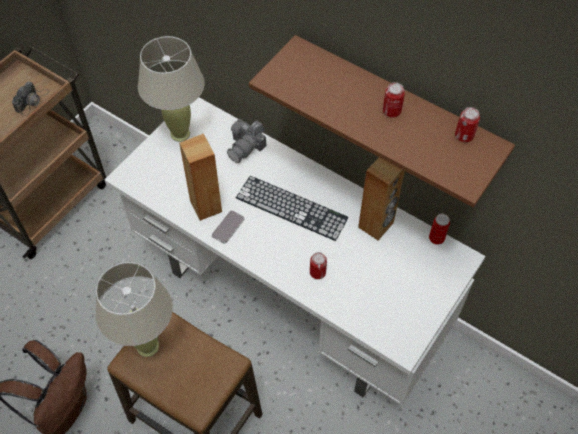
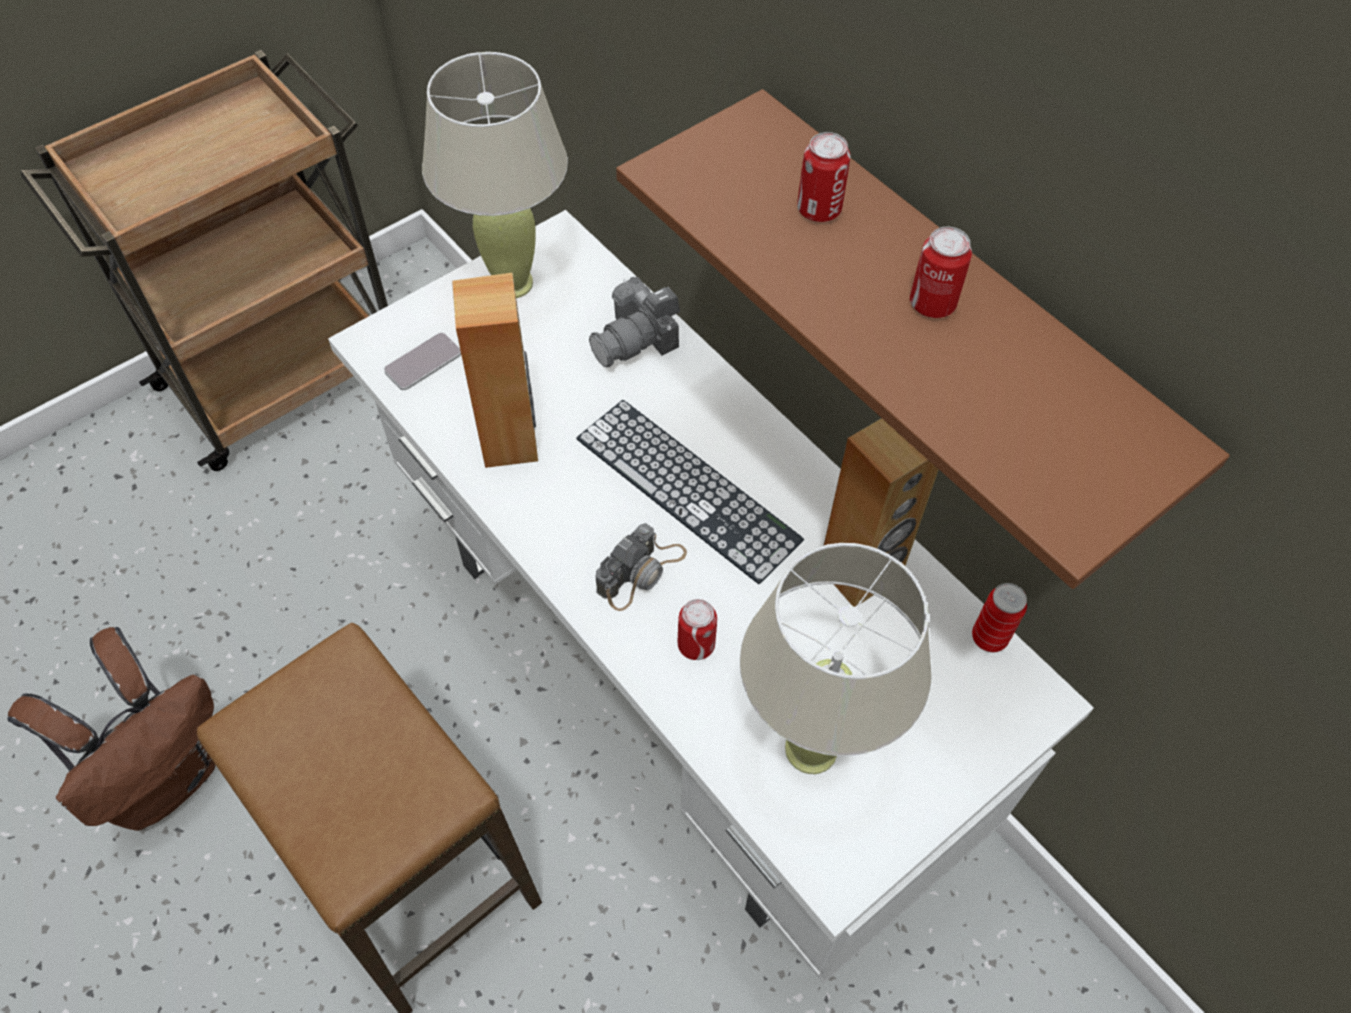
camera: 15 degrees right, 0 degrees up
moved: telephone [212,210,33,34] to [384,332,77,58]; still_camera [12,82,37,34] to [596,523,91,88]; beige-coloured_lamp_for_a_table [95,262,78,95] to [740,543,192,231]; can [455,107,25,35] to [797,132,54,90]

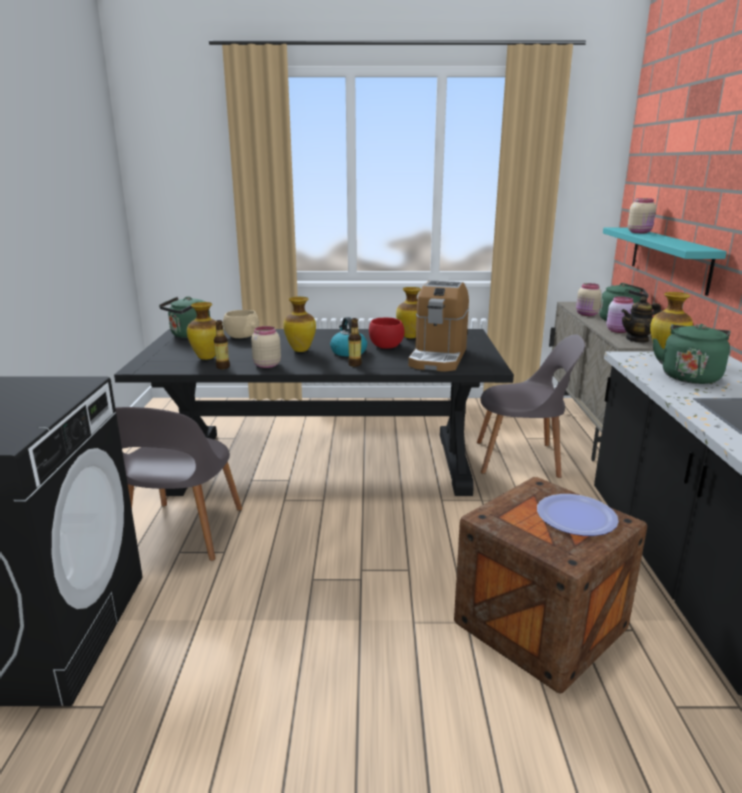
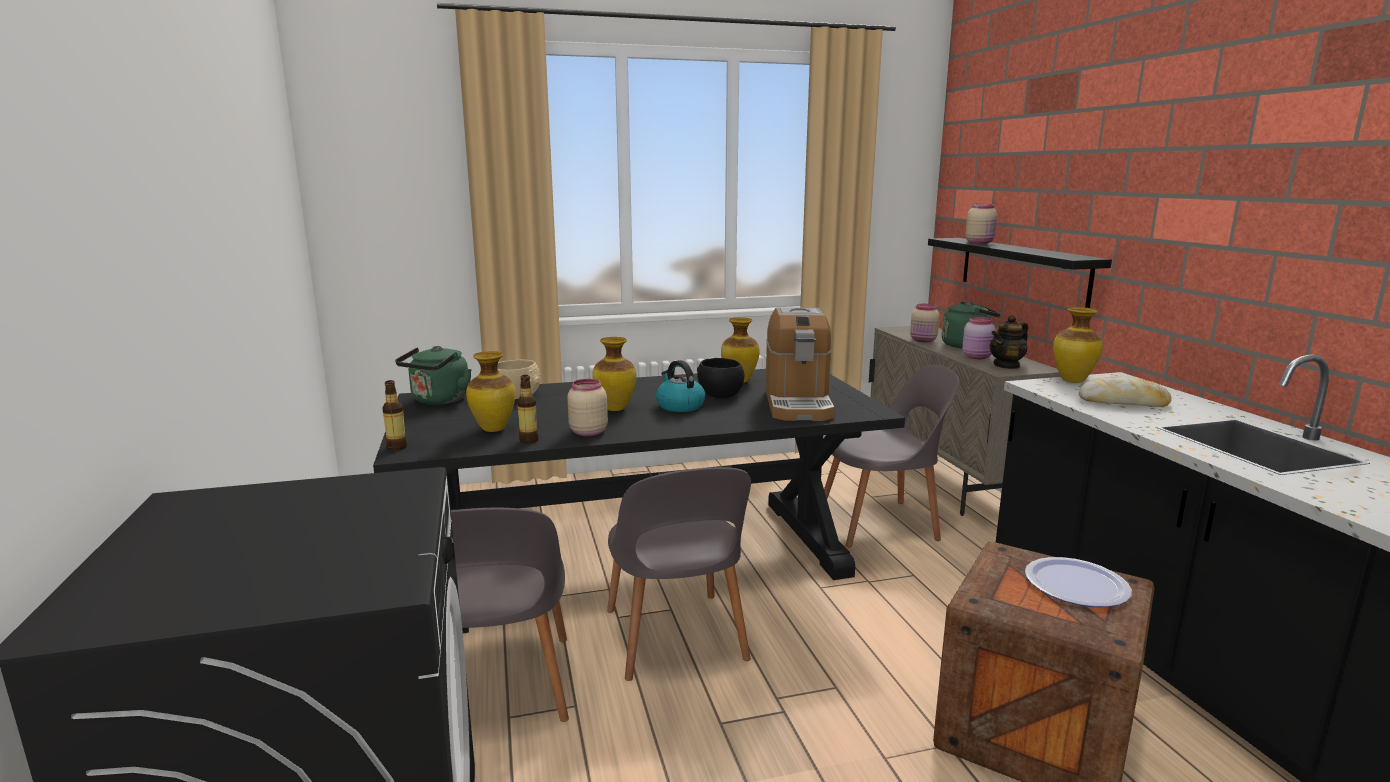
camera: 15 degrees left, 5 degrees down
added: greyish_upright_chair [607,467,144,214]
moved: drink_bottle [348,318,14,49] to [382,380,25,70]
replaced: greenish_water_kettle [652,324,78,60] to baked_bread [1079,377,93,30]
recoloured: red_deep_dish [369,317,36,32] to blackish_deep_dish [697,358,47,40]; turquoise_shelf [603,228,124,68] to blackish_shelf [928,238,184,70]

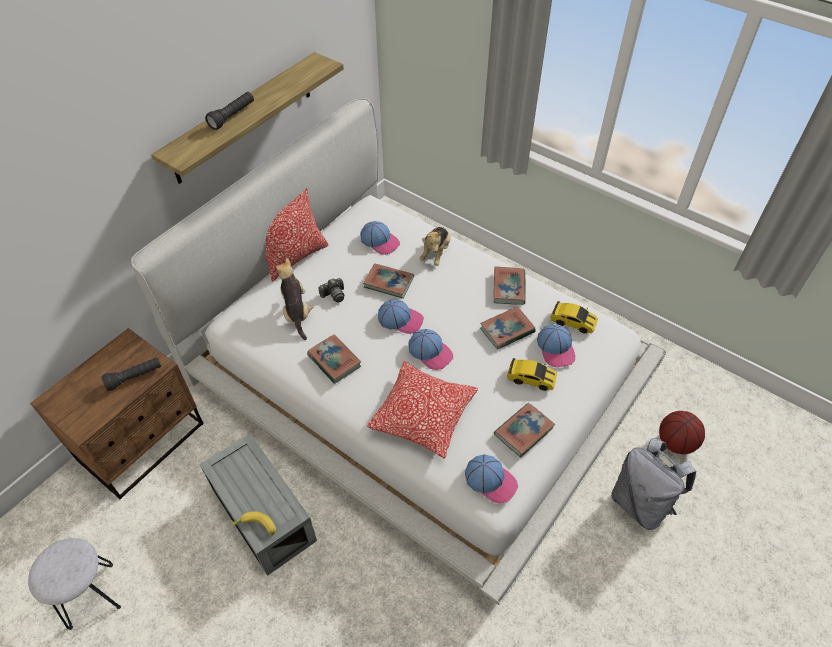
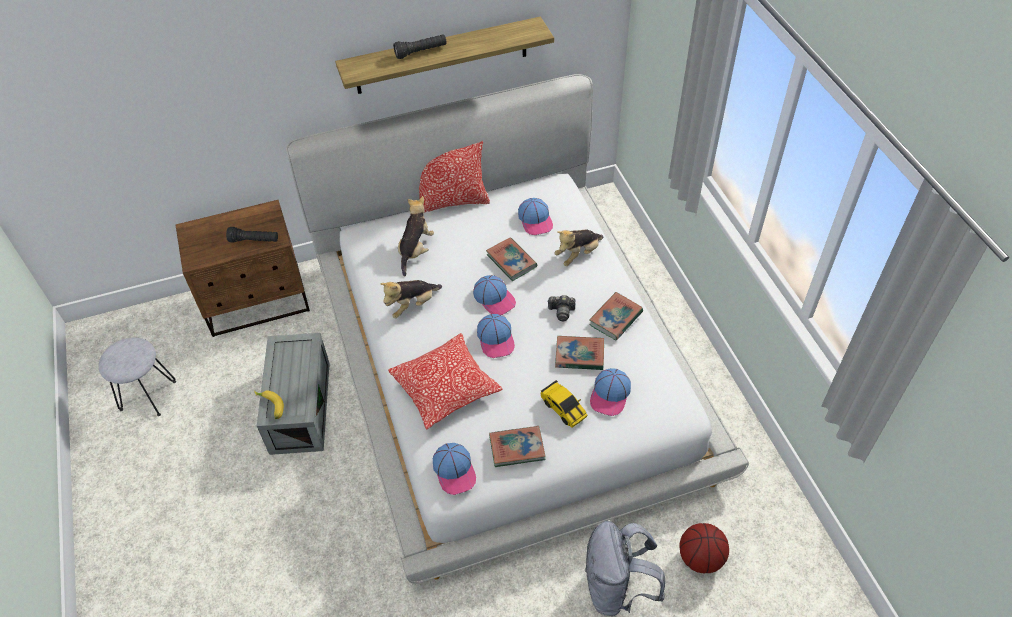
camera: 35 degrees right, 0 degrees up
removed: toy_car [550,301,48,33]
moved: still_camera [319,278,25,25] to [547,295,28,26]
replaced: bound_book [307,334,54,50] to plush_toy [380,280,62,38]

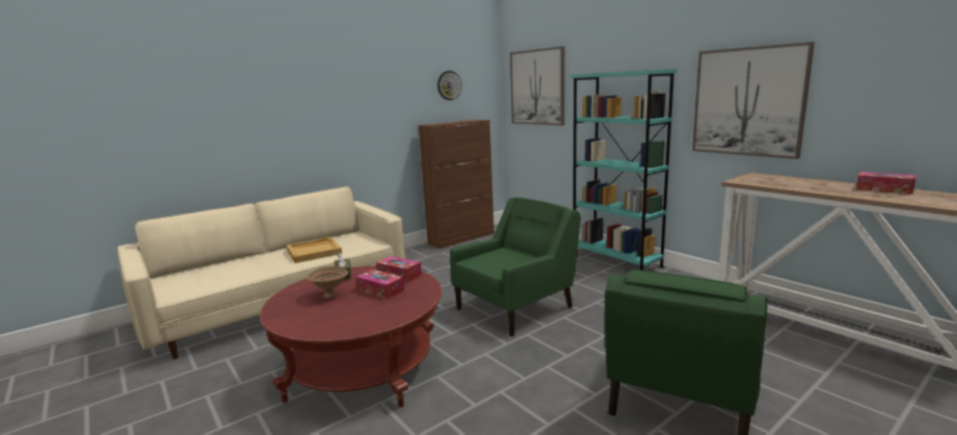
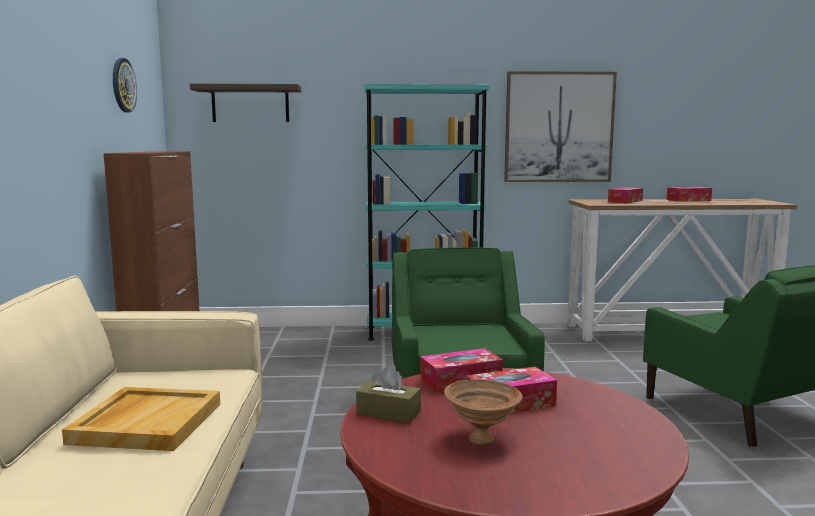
camera: 55 degrees left, 5 degrees down
added: tissue_box [608,187,35,16]
replaced: picture [510,46,55,79] to shelf [190,84,111,38]

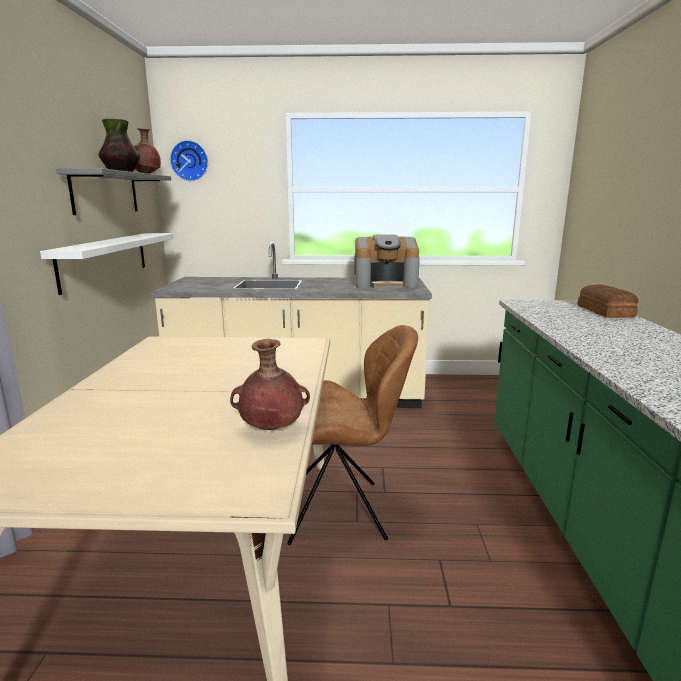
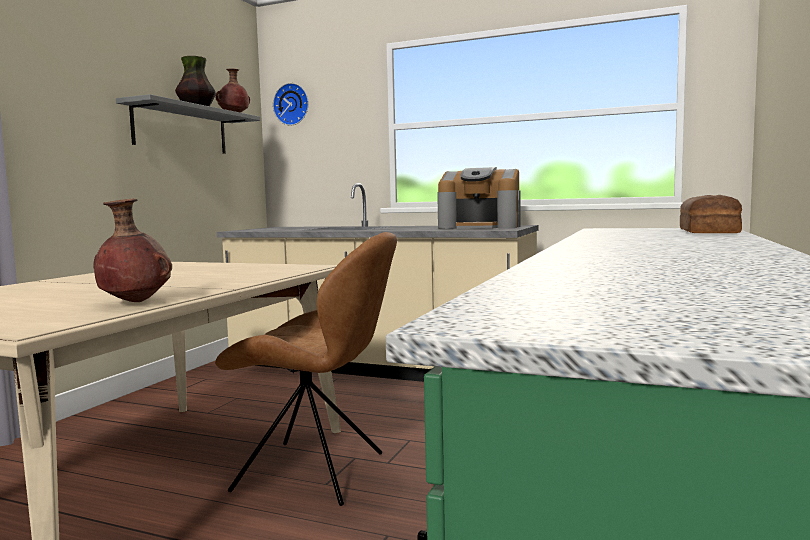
camera: 20 degrees right, 10 degrees down
removed: whitish_shelf [40,233,134,62]

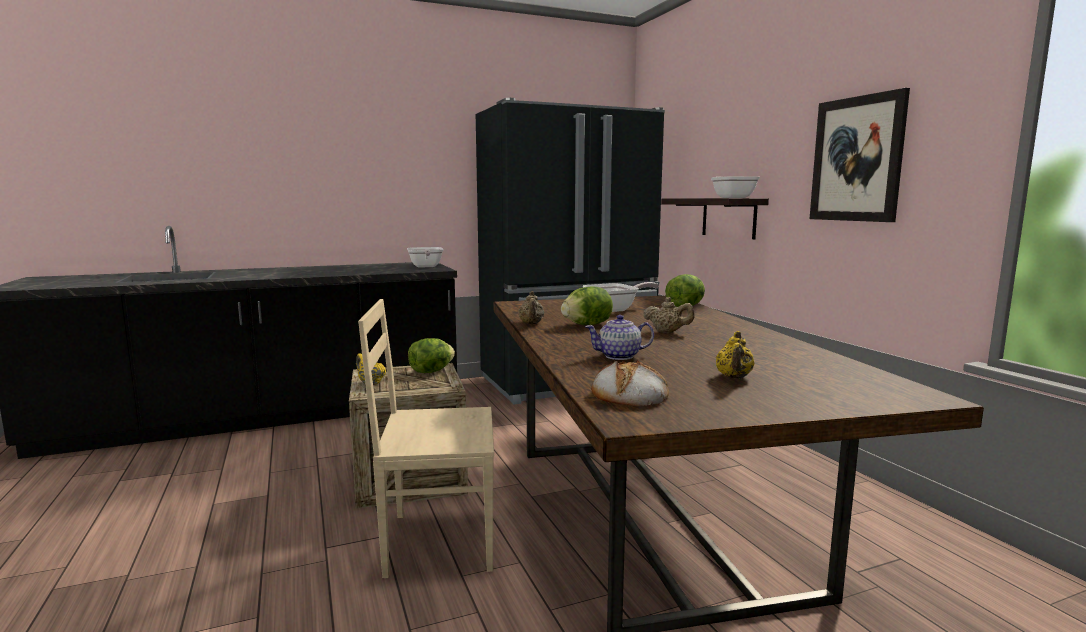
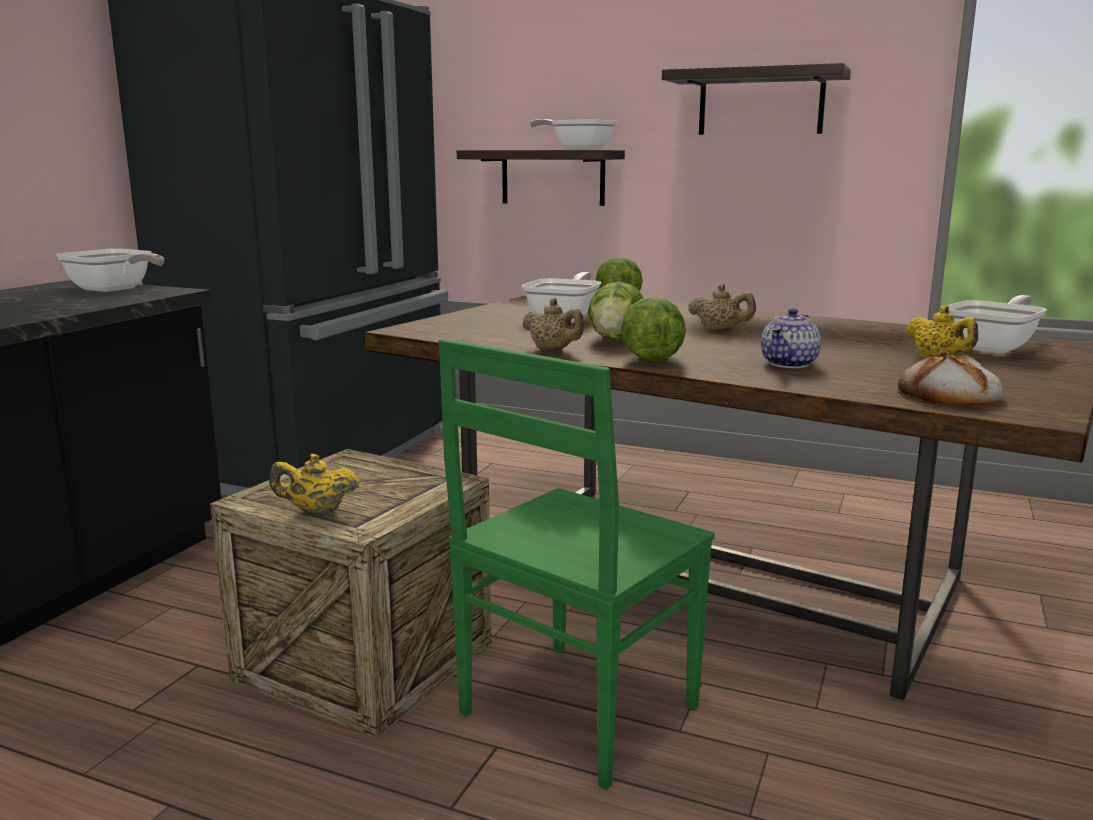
camera: 45 degrees left, 5 degrees up
added: frying_pan [947,295,100,59]
moved: lettuce [408,338,47,35] to [621,297,65,64]
replaced: picture [809,88,101,134] to shelf [662,63,189,72]
recoloured: beige-coloured_upright_chair [358,299,136,279] to greenish_upright_chair [438,338,277,452]
turned: beige-coloured_tea_pot [643,297,52,36] = [688,284,68,48] 45 degrees clockwise

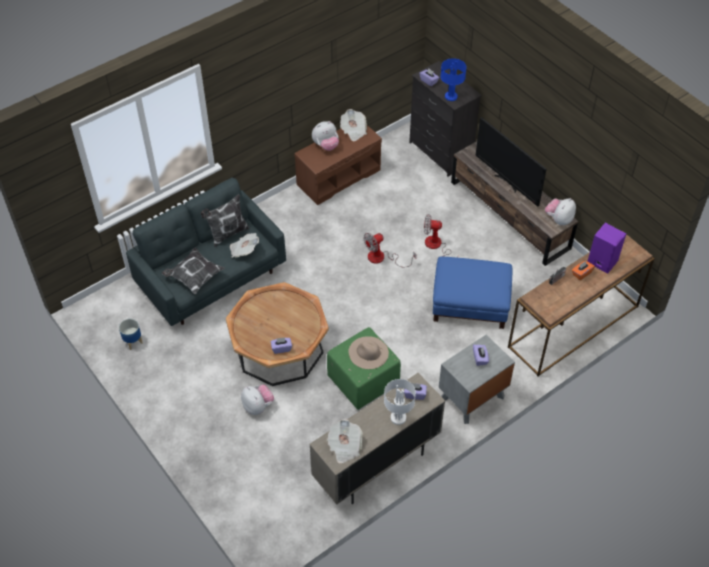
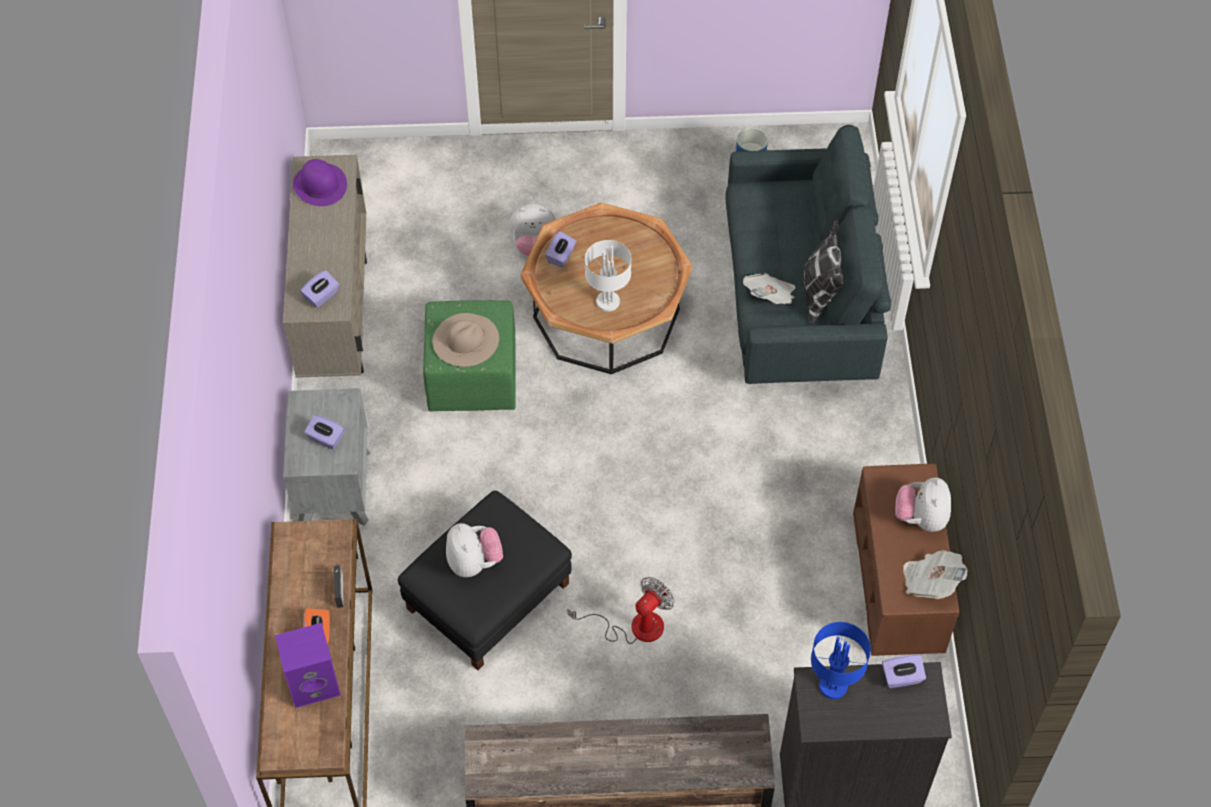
camera: 125 degrees right, 5 degrees up
removed: pillow [162,247,63,47]; electric_fan [364,233,52,34]; television [475,117,72,90]
moved: plush_toy [545,198,31,27] to [446,523,57,54]; whitish_lamp_for_a_table [384,379,32,46] to [585,240,46,72]
replaced: printed_paper [327,419,36,45] to purple-coloured_wearable_hat [293,159,54,47]
recoloured: blue_pouffe [433,256,79,73] to blackish_pouffe [398,491,174,179]

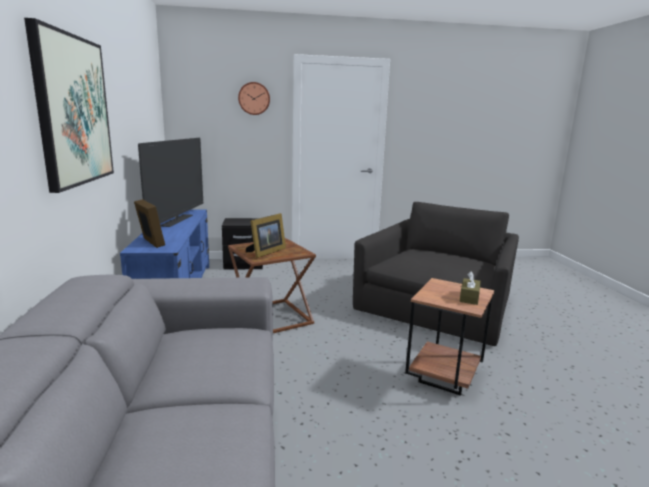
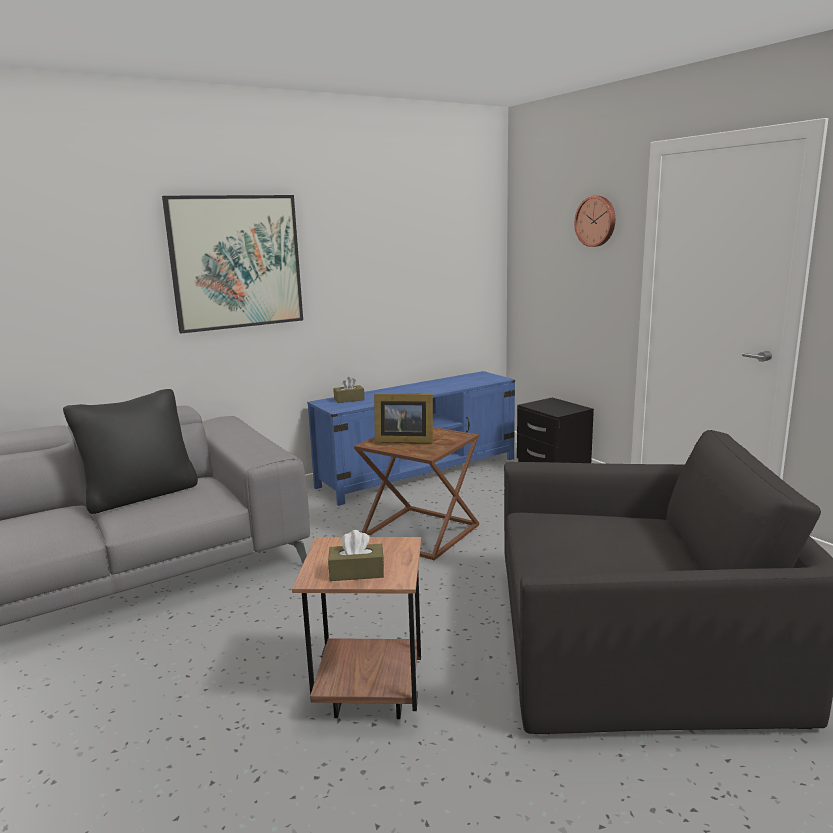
camera: 65 degrees right, 0 degrees up
removed: television [138,138,65,89]
added: blackish_pillow [63,389,135,125]
replaced: photo_frame [134,199,31,49] to brown-coloured_tissue_box [333,377,32,26]

